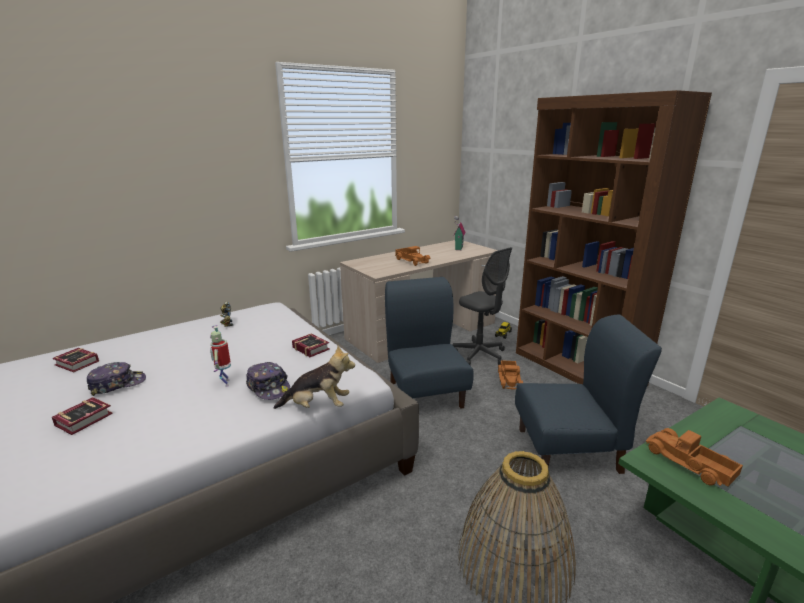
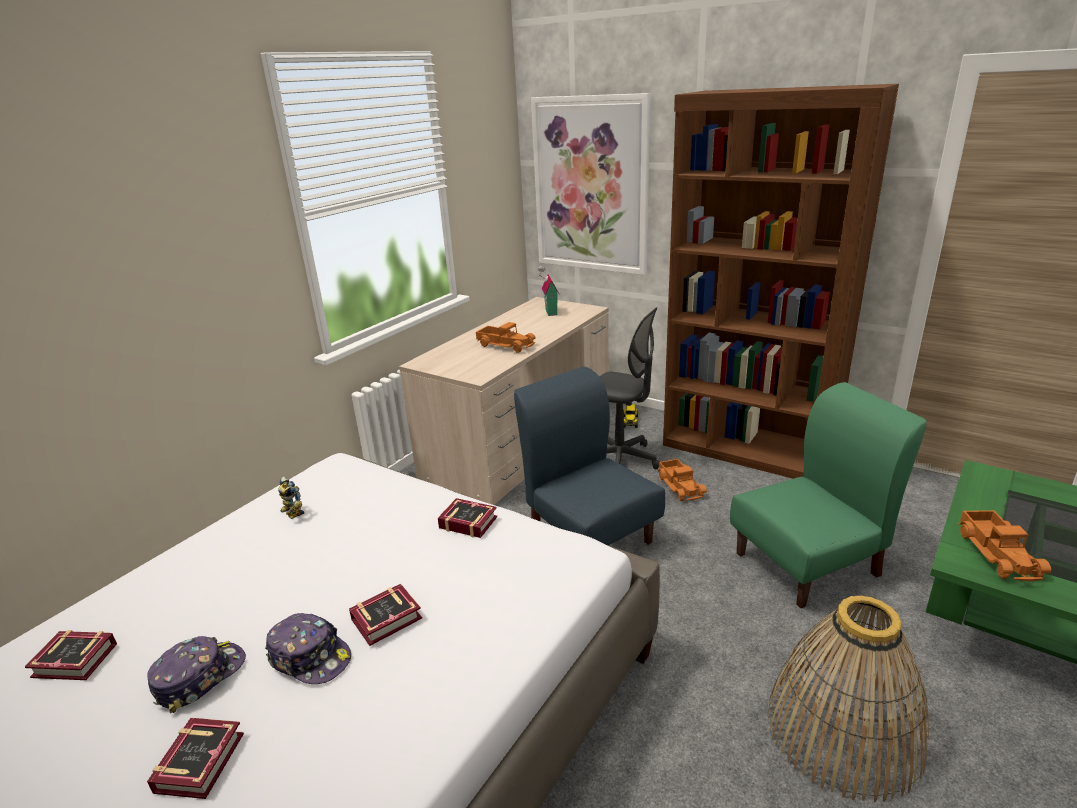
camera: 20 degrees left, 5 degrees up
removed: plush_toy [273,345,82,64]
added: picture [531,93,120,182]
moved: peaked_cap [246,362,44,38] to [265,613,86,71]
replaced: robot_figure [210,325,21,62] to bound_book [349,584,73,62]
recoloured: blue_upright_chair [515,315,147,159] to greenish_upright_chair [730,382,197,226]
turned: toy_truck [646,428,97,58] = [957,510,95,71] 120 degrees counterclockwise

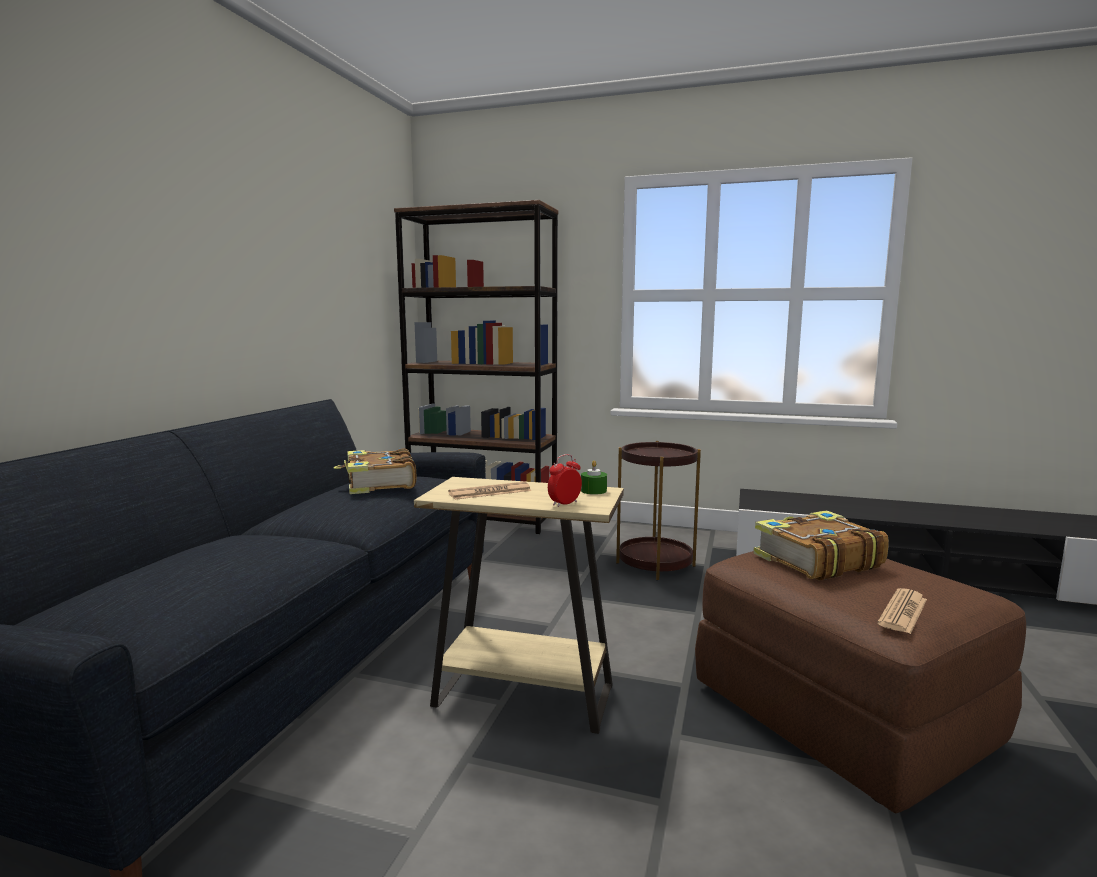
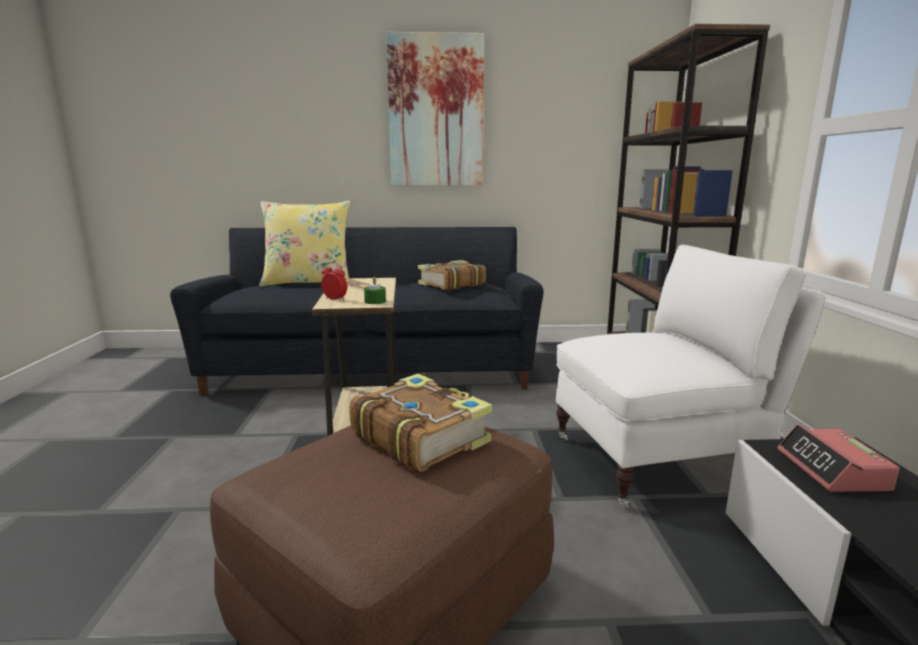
camera: 70 degrees right, 5 degrees up
removed: printed_paper [877,588,50,46]
added: yellowish_pillow [259,201,92,86]; picture [386,32,98,154]; table_clock [778,424,121,68]
replaced: brown-coloured_side_table [616,441,85,139] to whitish_lounge_chair [555,245,270,263]

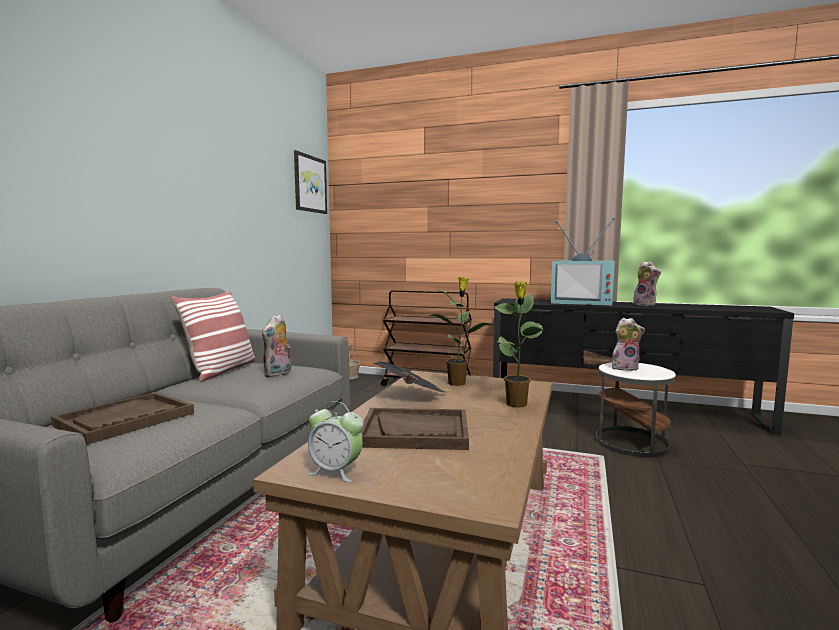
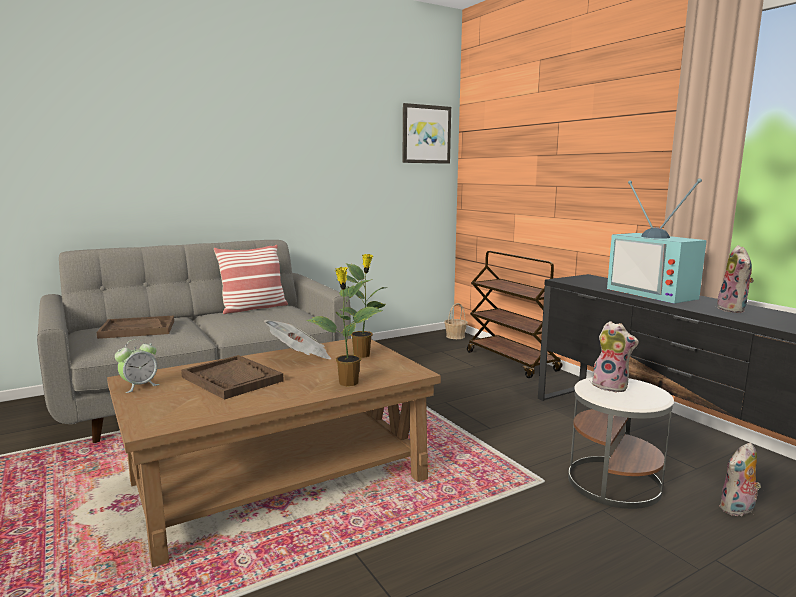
camera: 40 degrees right, 5 degrees up
moved: plush_toy [262,314,29,64] to [719,442,42,75]
turned: table_clock [308,401,56,81] = [115,339,45,54] 105 degrees counterclockwise

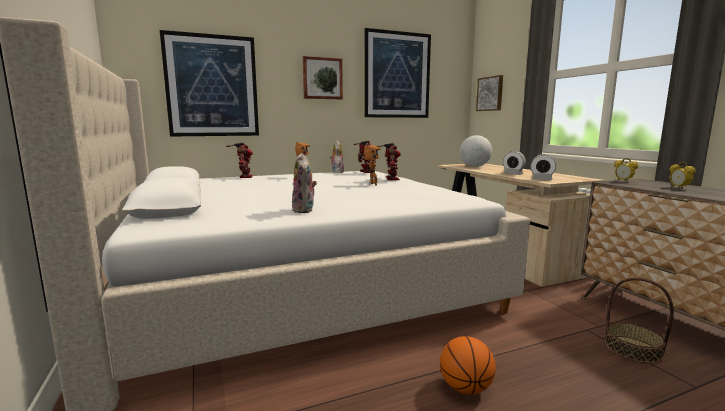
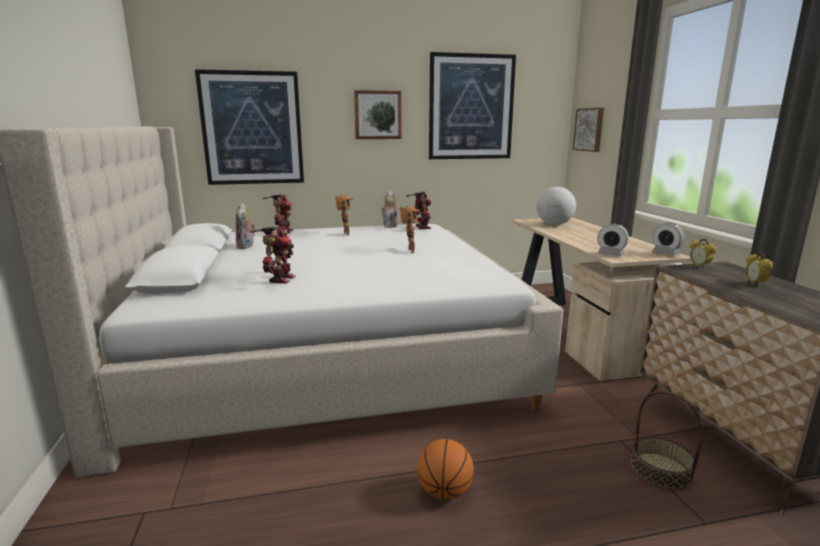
camera: 10 degrees right, 5 degrees up
moved: plush_toy [292,153,25,60] to [236,203,19,46]; robot_figure [376,143,25,37] to [250,226,46,58]; table_clock [503,151,23,24] to [652,223,33,33]

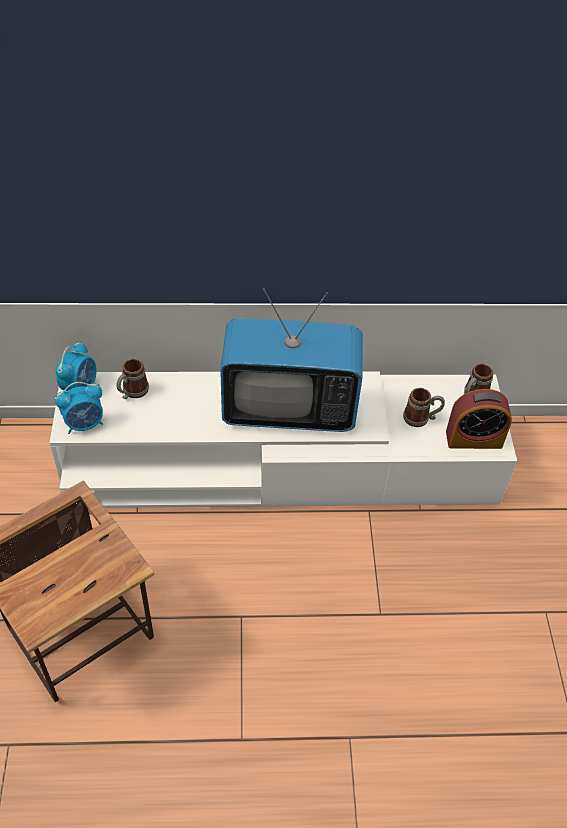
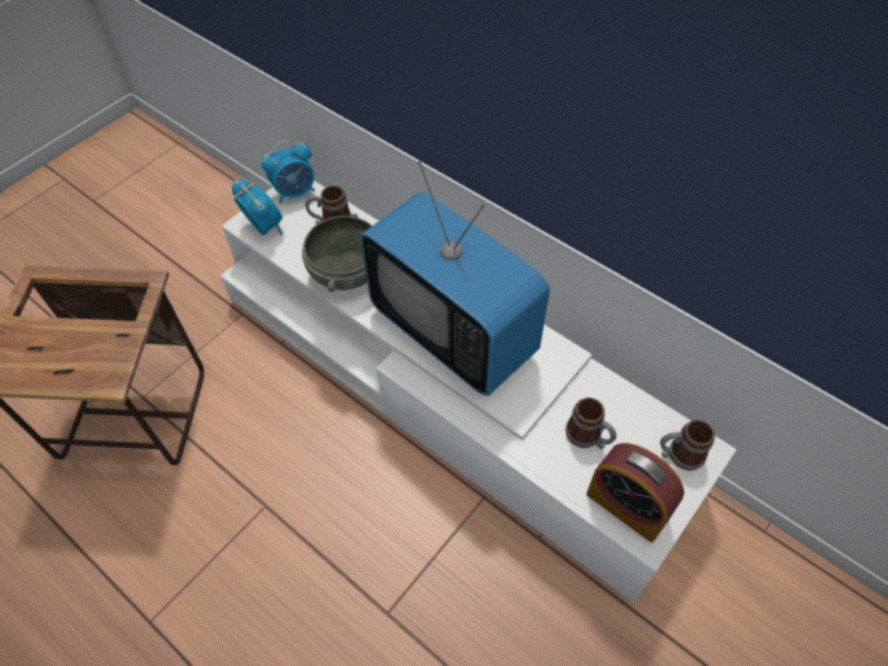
camera: 45 degrees right, 5 degrees up
added: greyish_deep_dish [302,214,70,78]
turned: table_clock [55,382,48,52] = [232,179,50,56] 150 degrees counterclockwise

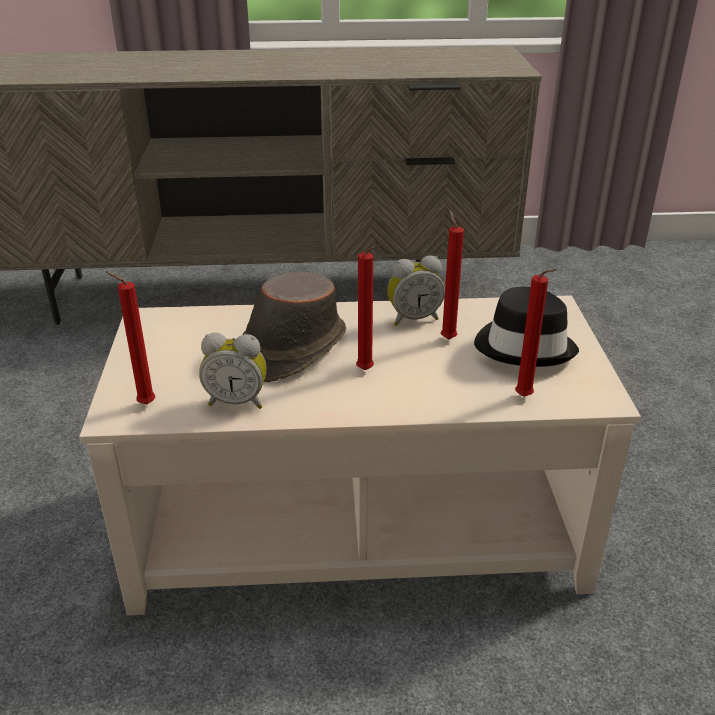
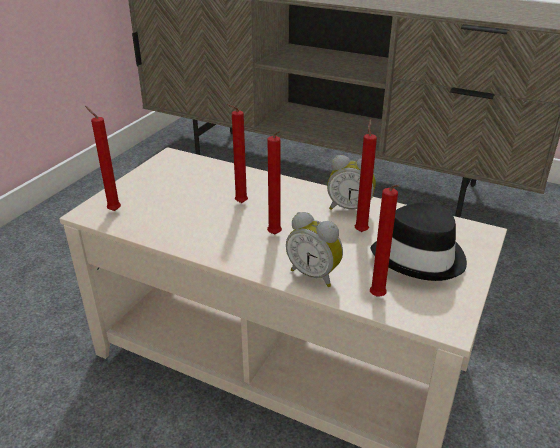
camera: 30 degrees right, 0 degrees up
moved: table_clock [199,333,68,76] to [286,212,57,75]
replaced: brown-coloured_wearable_hat [242,272,104,110] to red_wax_candle [227,104,21,99]

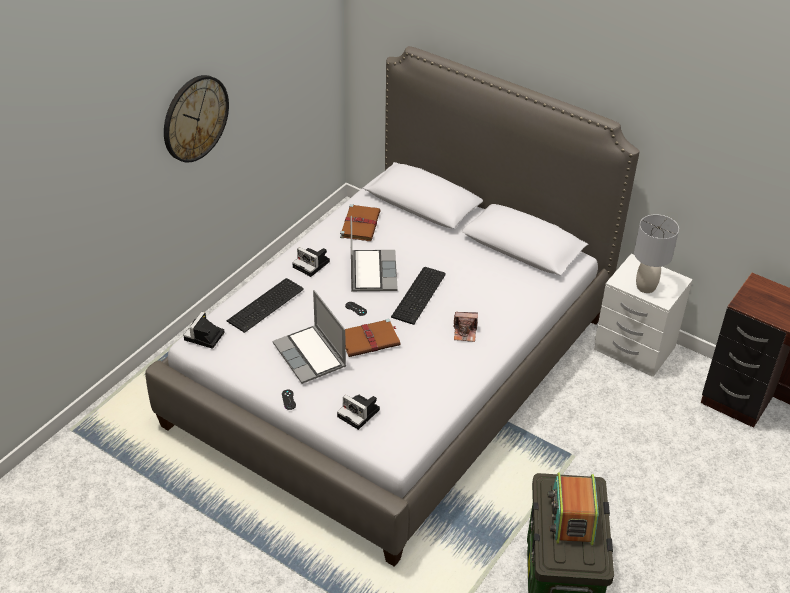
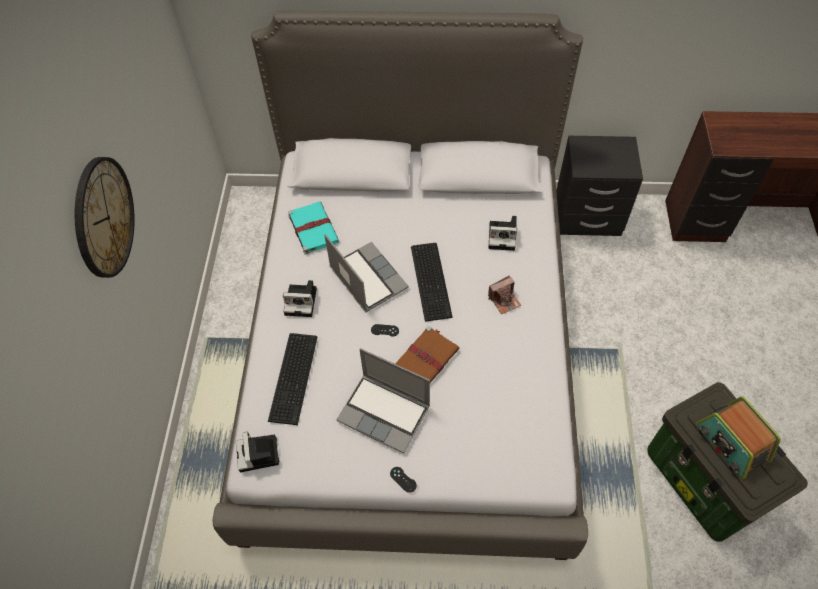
camera: 30 degrees left, 15 degrees up
removed: greyish_lamp_for_a_table [634,214,45,79]
moved: still_camera [337,395,43,35] to [488,216,29,35]
recoloured: brown-coloured_bound_book [340,204,41,37] to turquoise_bound_book [288,202,51,53]; whitish_nightstand [594,254,99,123] to blackish_nightstand [556,136,87,100]

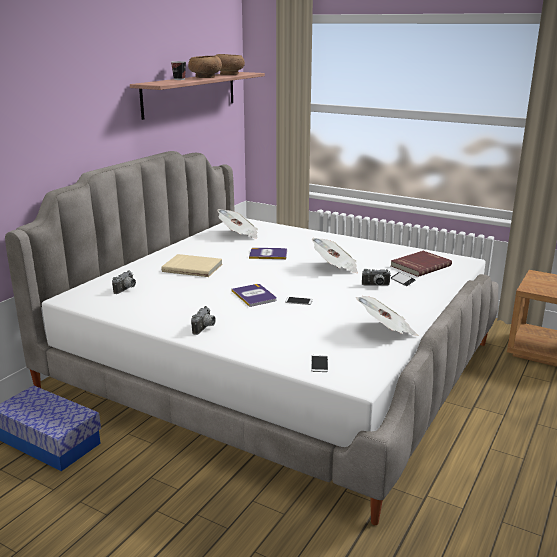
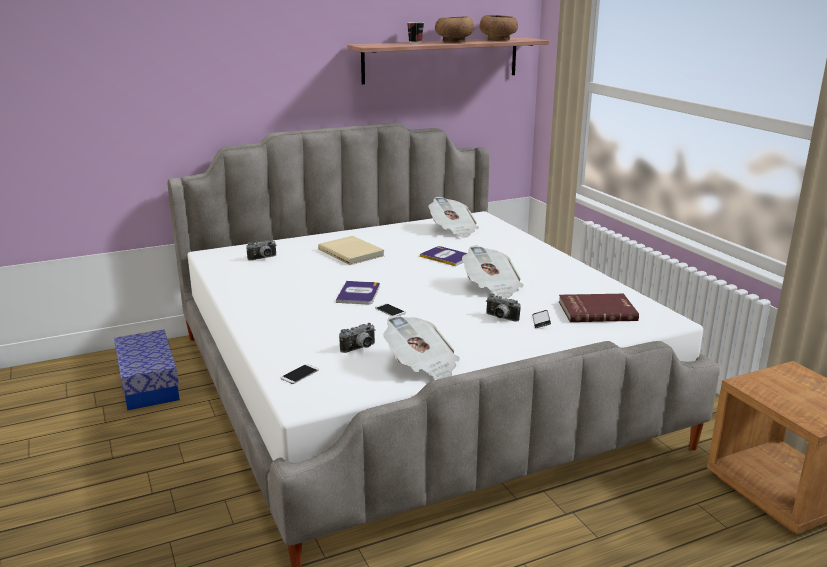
camera: 35 degrees right, 0 degrees up
moved: still_camera [191,306,25,29] to [339,323,36,30]

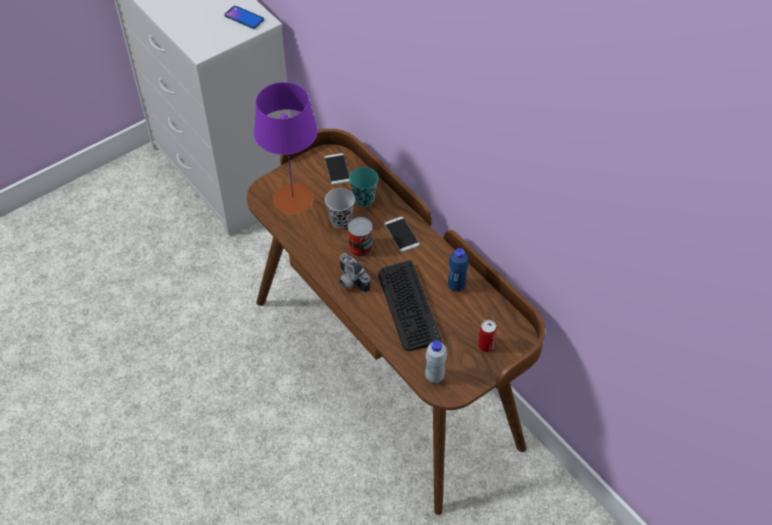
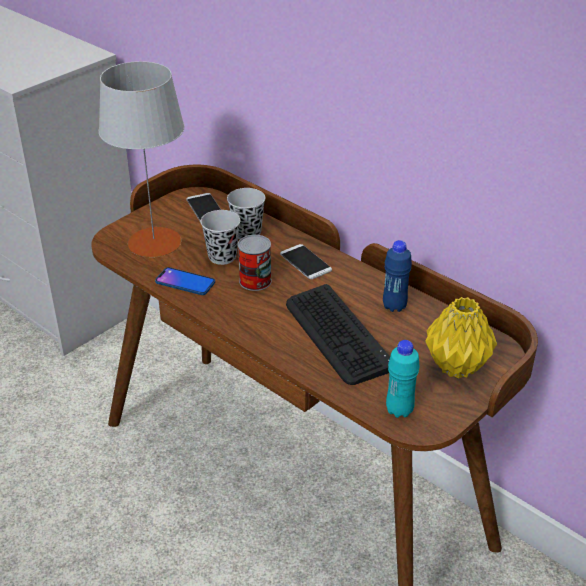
camera: 10 degrees left, 15 degrees down
removed: still_camera [339,253,32,40]
moved: telephone [224,6,40,23] to [155,267,60,28]
replaced: can [478,320,19,32] to yellowish_flower_vase [425,297,72,82]
recoloured: purple-coloured_lamp_for_a_table [254,82,64,132] to greyish_lamp_for_a_table [99,61,86,196]; turquoise_small_cup [349,167,30,40] to blackish_small_cup [227,188,39,51]; whitish_drink_bottle [425,340,22,43] to turquoise_drink_bottle [386,340,34,78]

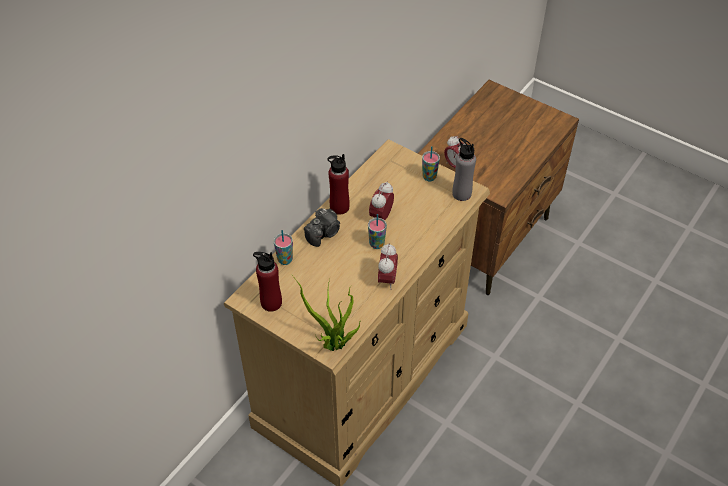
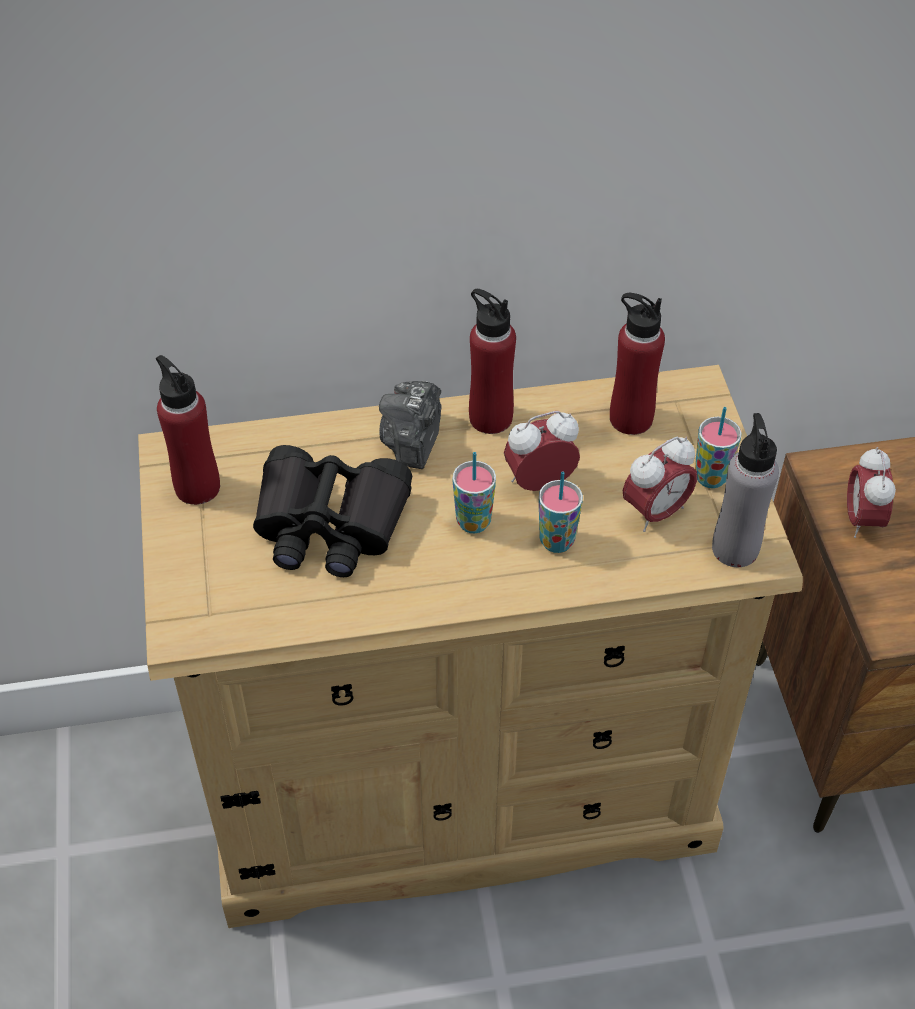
camera: 45 degrees right, 0 degrees up
removed: plant_in_a_pot [291,274,69,77]
added: blackish_binoculars [253,445,159,132]; red_drink_bottle [610,293,55,142]
moved: small_cup [274,230,19,35] to [539,471,44,82]; table_clock [378,243,20,47] to [622,437,75,95]
turned: still_camera [304,208,36,39] = [379,381,62,88] 105 degrees clockwise

